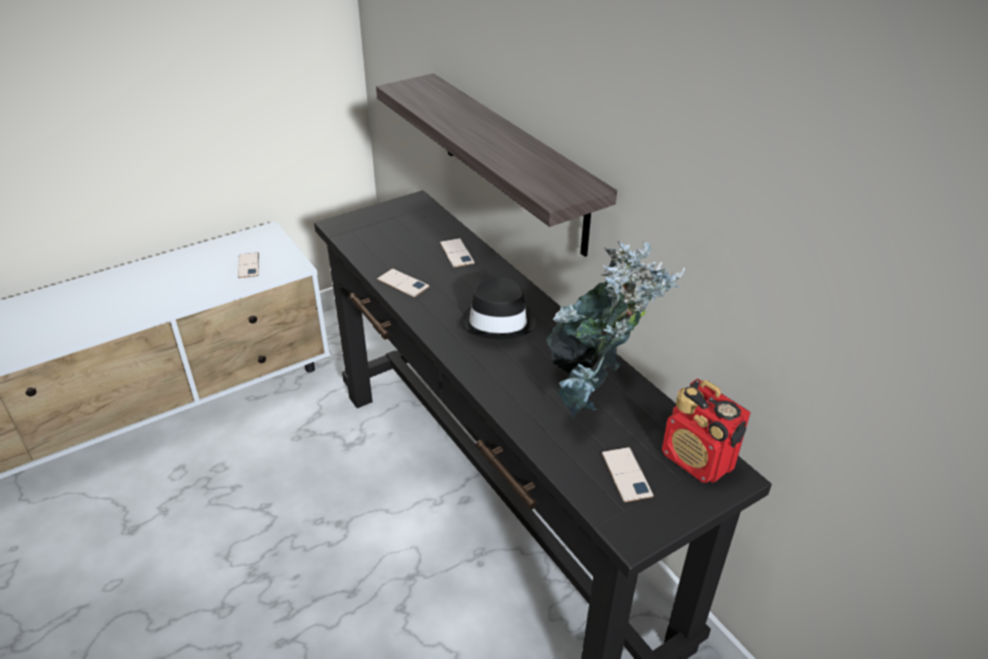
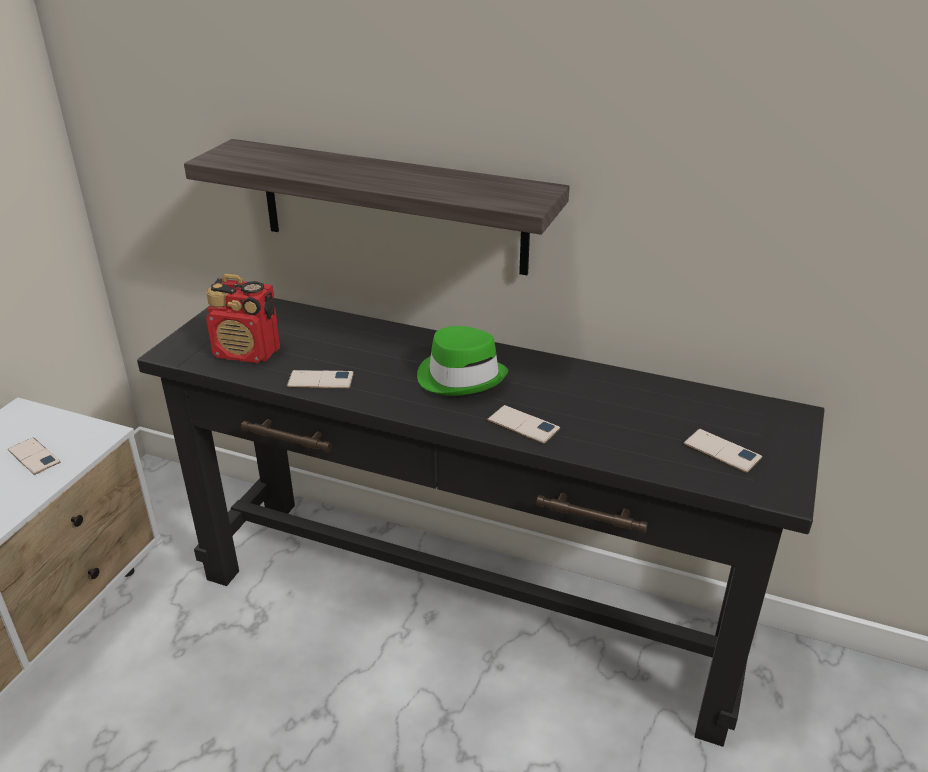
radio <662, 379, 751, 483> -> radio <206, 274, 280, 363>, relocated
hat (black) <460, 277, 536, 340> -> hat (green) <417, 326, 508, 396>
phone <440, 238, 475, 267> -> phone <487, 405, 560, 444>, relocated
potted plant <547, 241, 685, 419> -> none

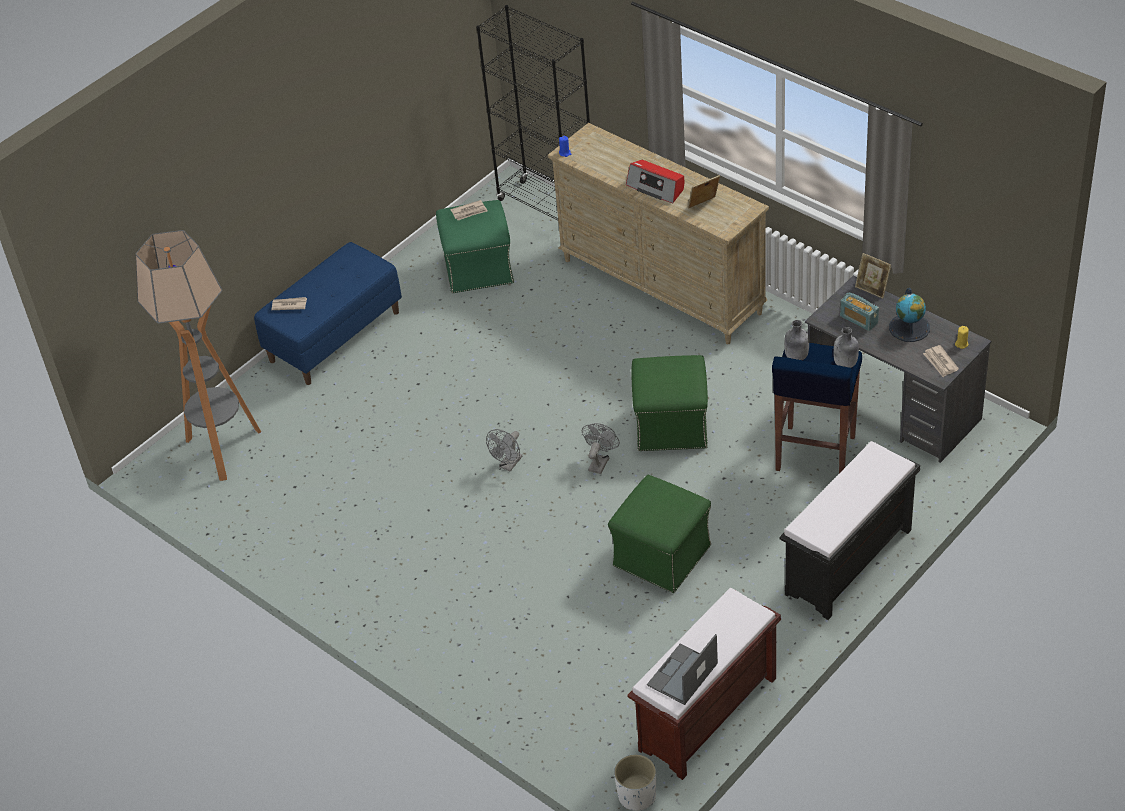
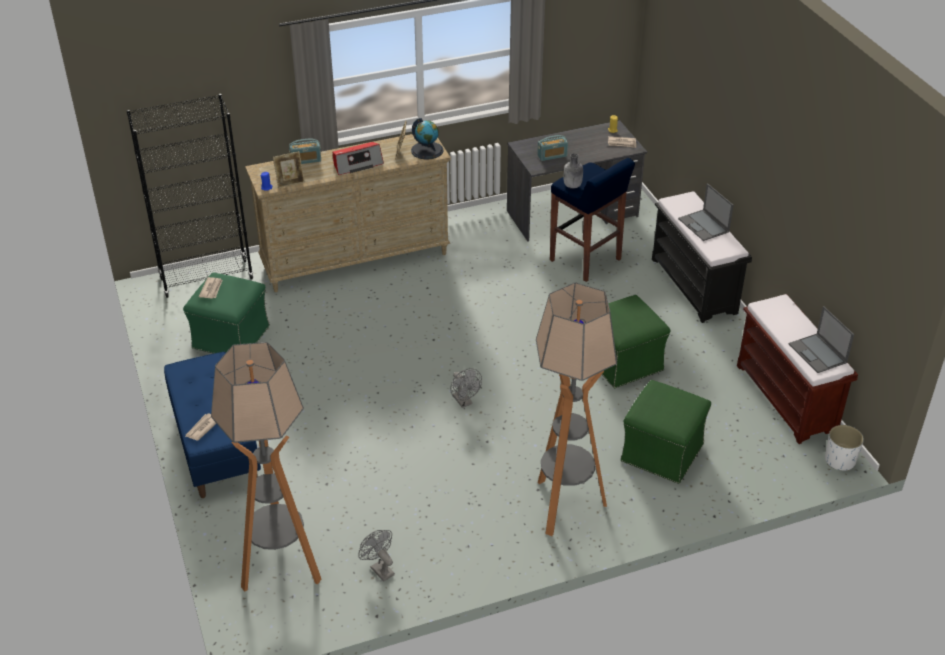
picture frame <855, 253, 891, 299> -> picture frame <273, 151, 305, 188>, relocated
none -> radio <289, 139, 321, 164>
fan (grey) <582, 423, 620, 474> -> fan (grey) <358, 530, 395, 582>, relocated
globe <889, 288, 930, 342> -> globe <411, 118, 444, 160>, relocated
none -> floor lamp <536, 283, 617, 536>
ottoman (green) <631, 355, 708, 451> -> ottoman (green) <621, 380, 711, 484>, relocated
none -> laptop <678, 183, 734, 241>
bottle (grey) <833, 327, 859, 368> -> none

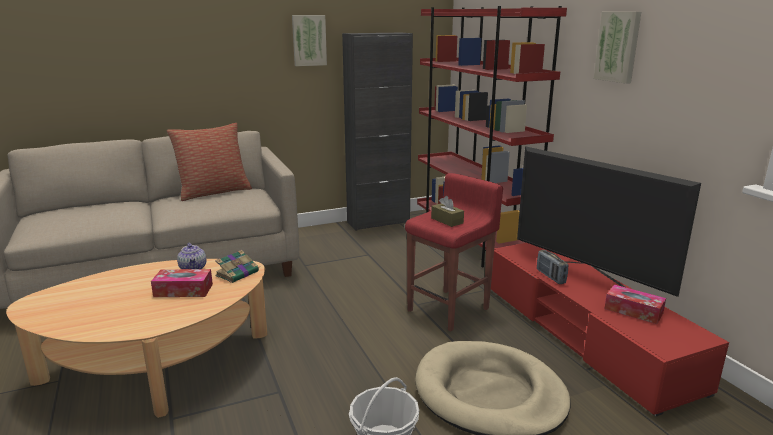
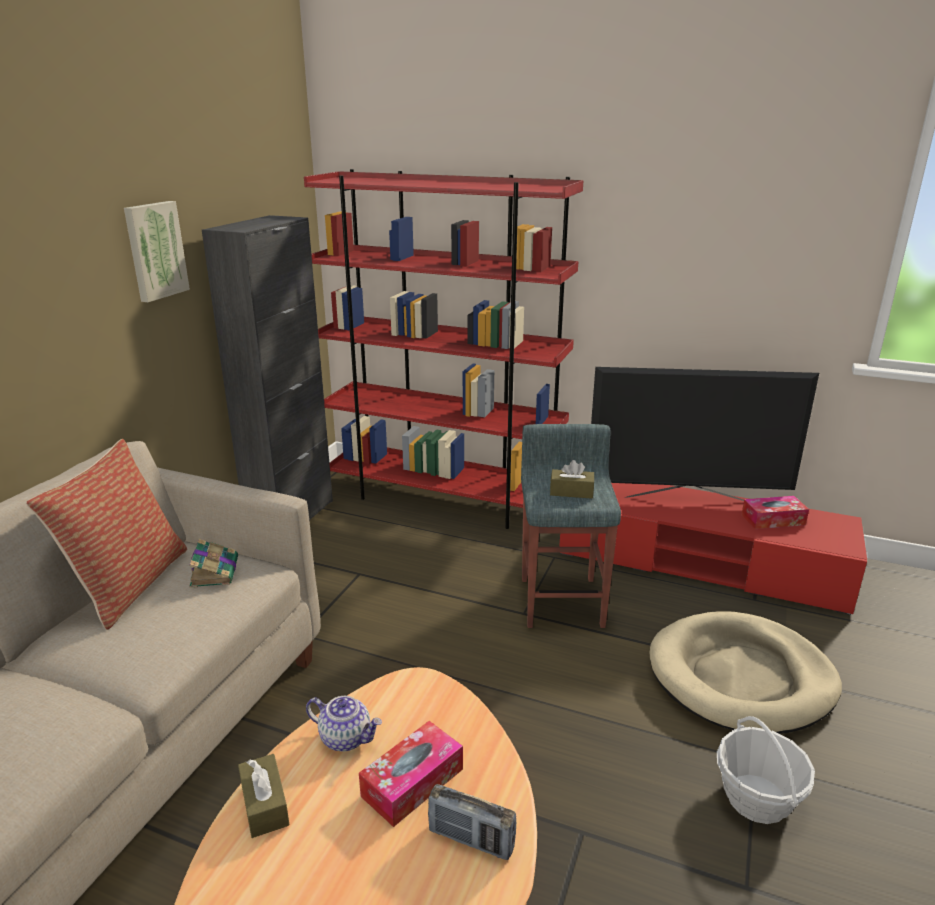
book <215, 250, 259, 283> -> book <189, 539, 238, 588>, relocated
none -> tissue box (brown) <238, 754, 289, 838>
radio <537, 250, 568, 284> -> radio <428, 784, 516, 860>, relocated
stool (red) <405, 173, 503, 331> -> stool (grey) <521, 424, 621, 628>
picture <594, 12, 641, 84> -> none

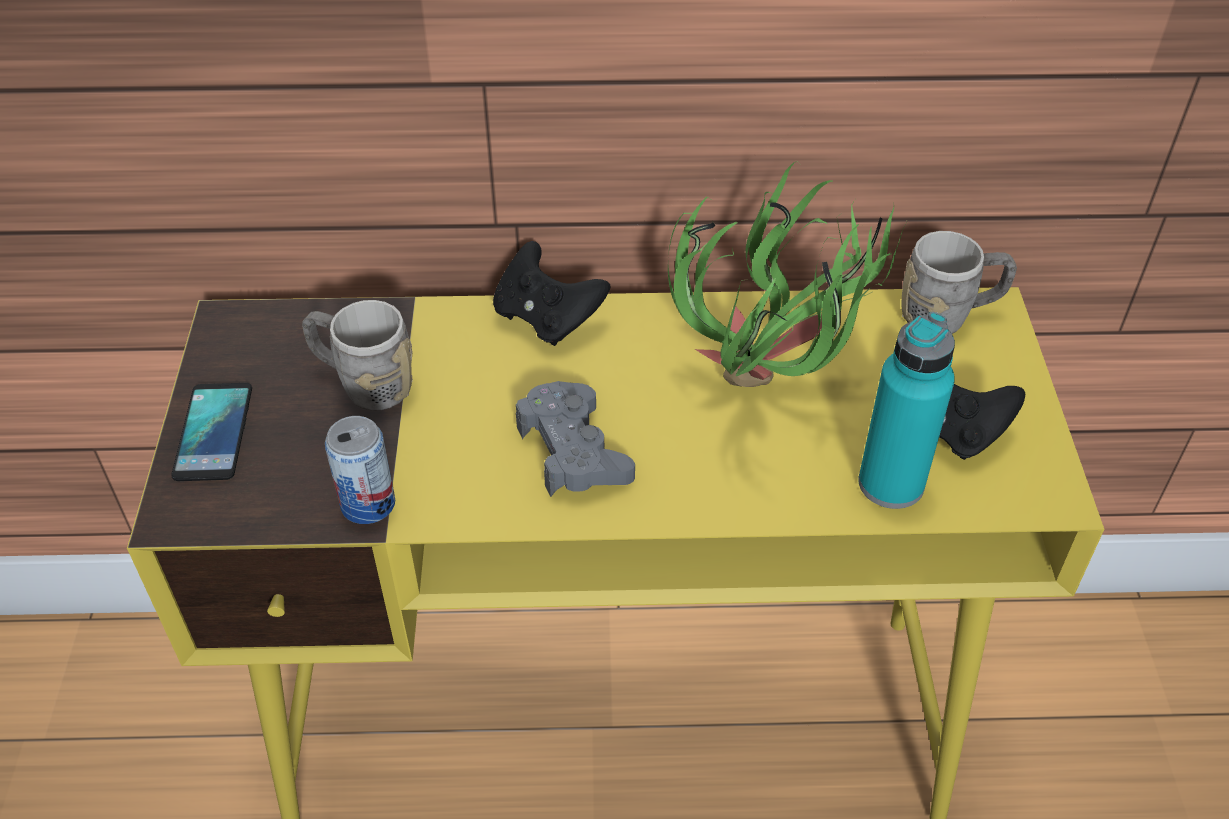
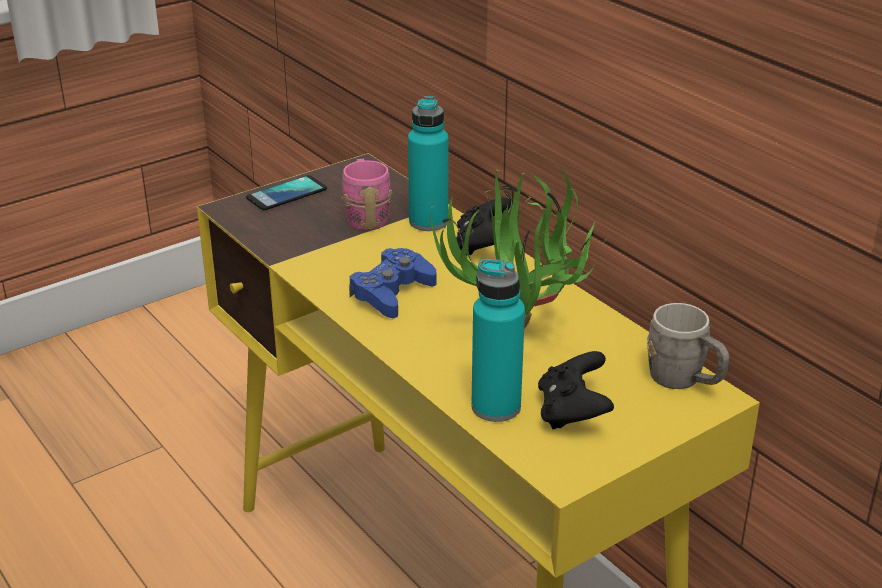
mug (grey) <302, 300, 413, 411> -> mug (pink) <342, 159, 392, 231>
game controller (grey) <516, 381, 635, 497> -> game controller (blue) <349, 248, 436, 318>
none -> bottle (turquoise) <408, 96, 449, 231>
can <325, 416, 395, 524> -> none

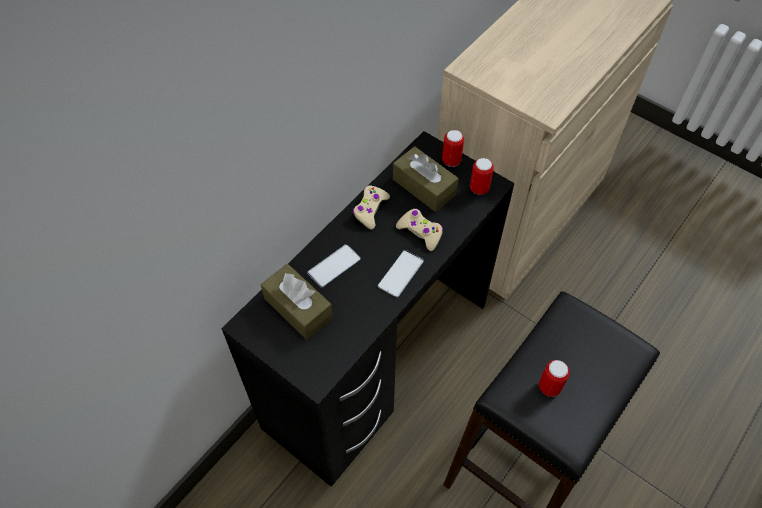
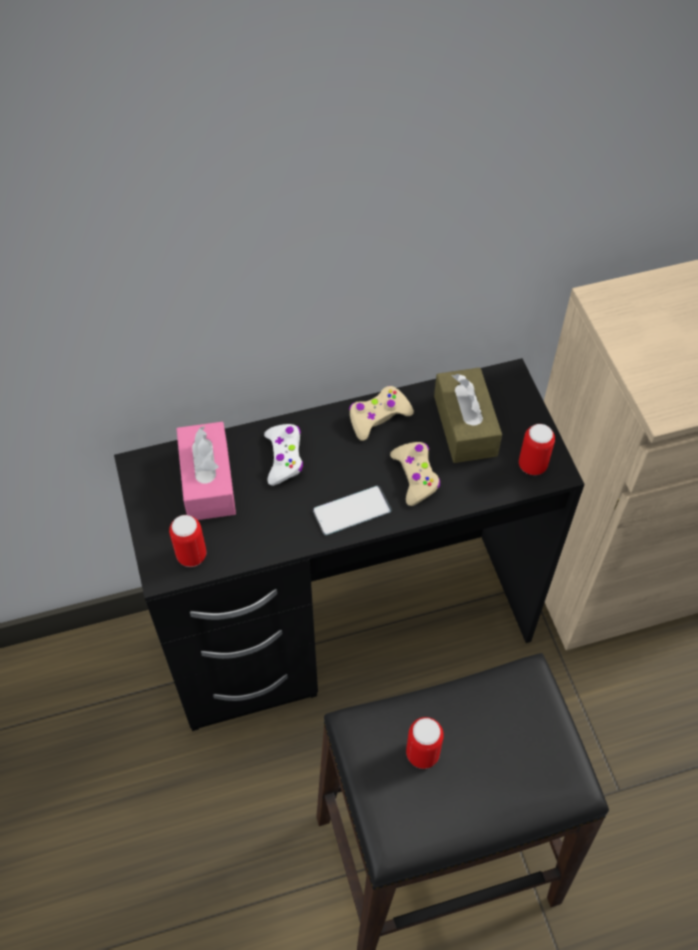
can <442, 130, 464, 167> -> can <169, 515, 206, 567>, relocated
tissue box (brown) <261, 264, 333, 340> -> tissue box (pink) <176, 422, 236, 520>
phone <307, 244, 361, 288> -> game controller (white) <264, 424, 303, 486>

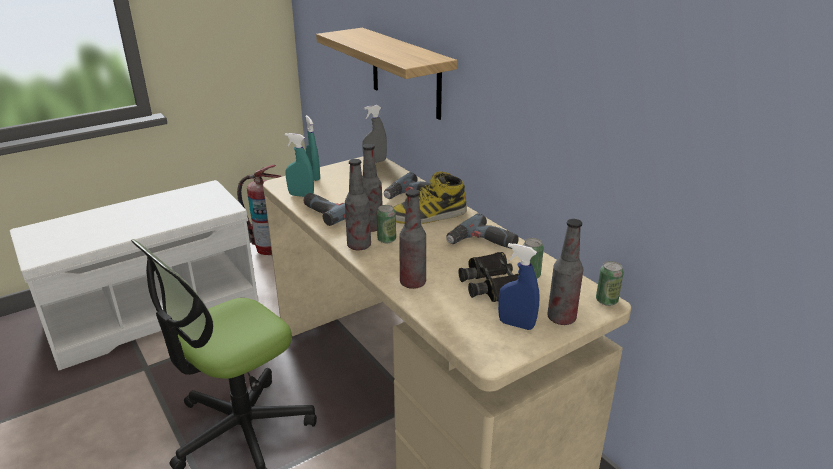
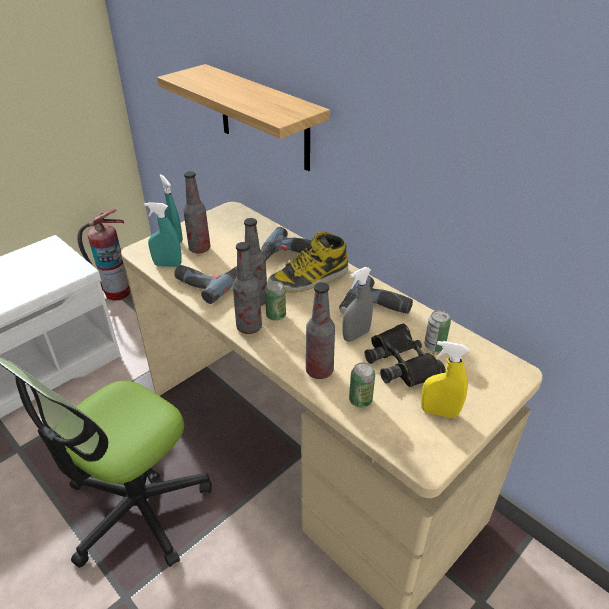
bottle <547, 219, 583, 325> -> bottle <183, 171, 210, 254>, relocated
spray bottle (grey) <362, 105, 387, 163> -> spray bottle (grey) <343, 267, 373, 342>, relocated
can <596, 261, 624, 306> -> can <349, 362, 375, 408>, relocated
spray bottle (blue) <498, 243, 540, 330> -> spray bottle (yellow) <421, 341, 469, 418>

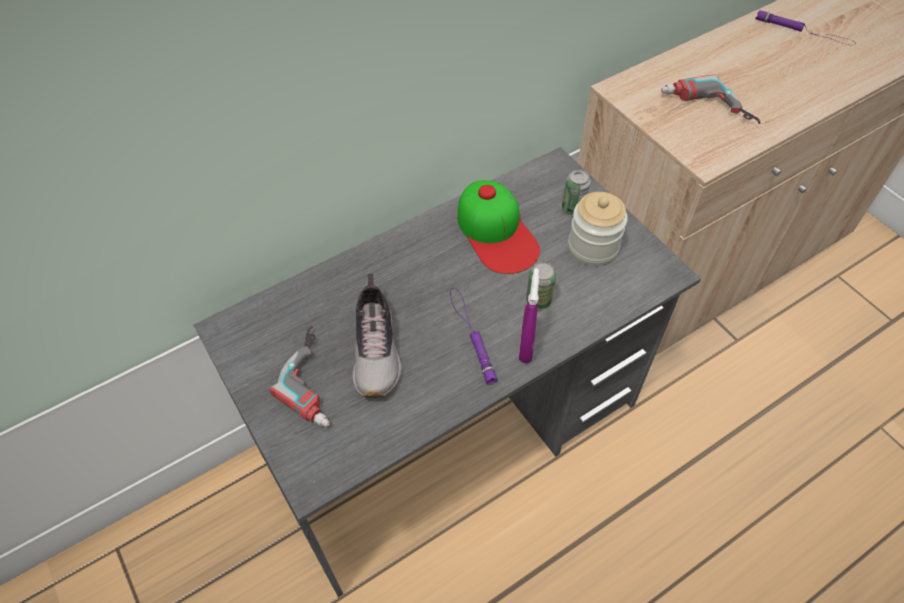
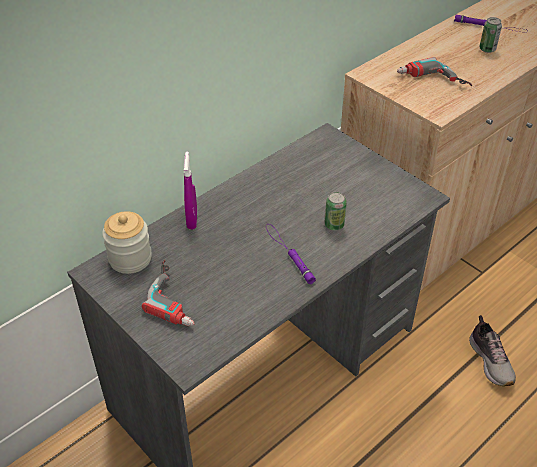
jar <568, 192, 628, 266> -> jar <102, 211, 152, 274>, relocated
spray bottle (purple) <519, 268, 539, 363> -> spray bottle (purple) <184, 152, 197, 229>, relocated
shoe <352, 274, 402, 397> -> shoe <469, 315, 516, 386>, relocated
can <562, 169, 591, 215> -> can <479, 17, 502, 53>, relocated
cap <457, 180, 540, 274> -> none

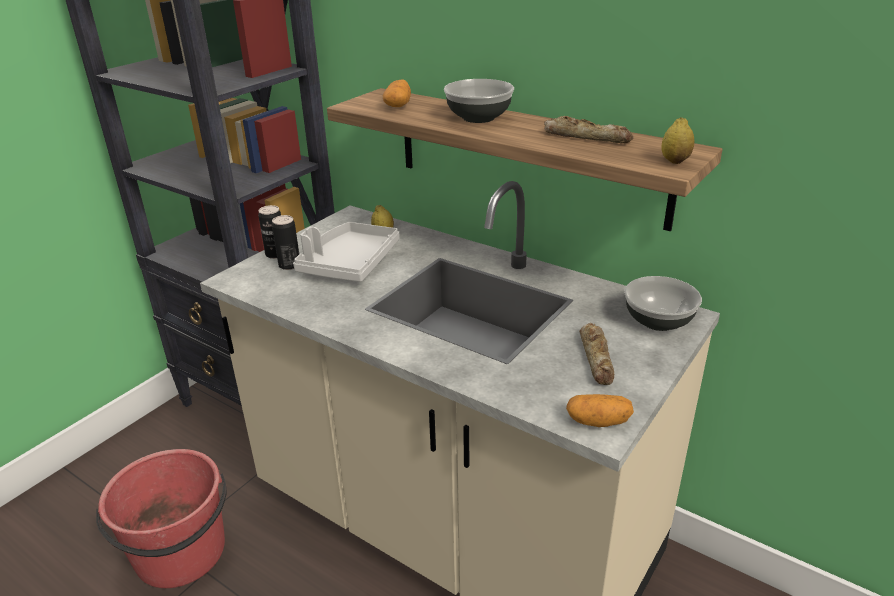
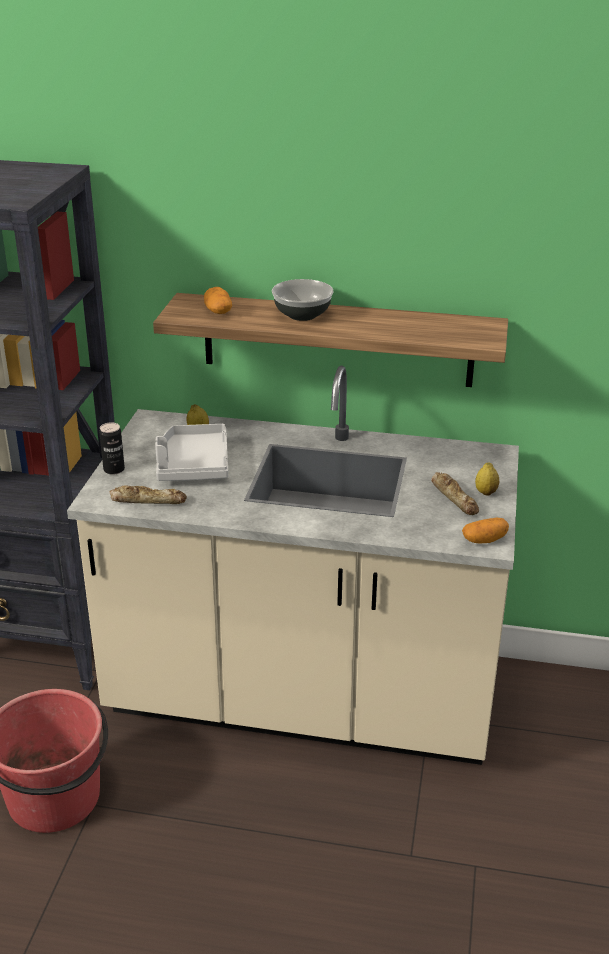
bread <544, 116, 634, 143> -> bread <110, 485, 187, 504>, relocated
lemon <661, 117, 694, 164> -> lemon <475, 462, 499, 496>, relocated
can <272, 215, 299, 270> -> none
bowl <624, 276, 702, 331> -> none

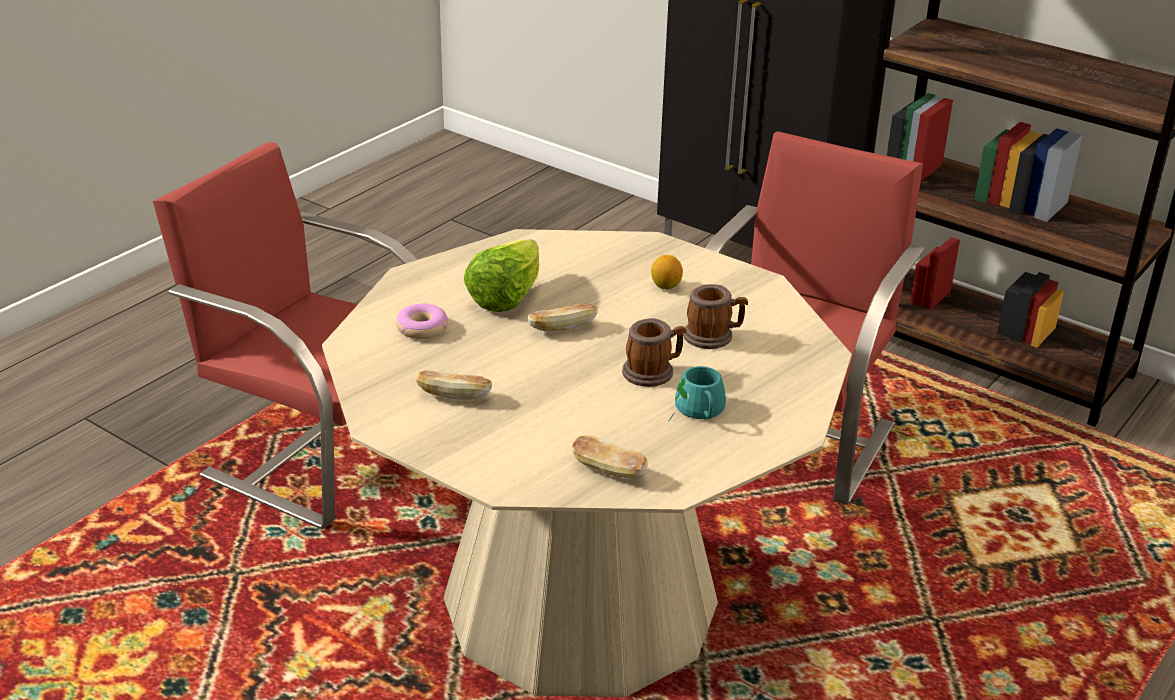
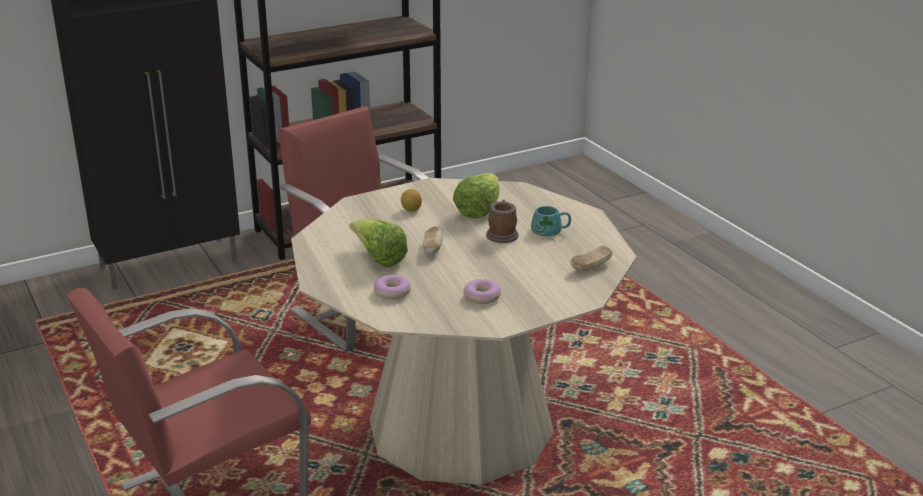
mug <683, 284, 748, 349> -> lettuce <453, 173, 499, 218>
bread <415, 371, 492, 400> -> donut <464, 279, 501, 304>

